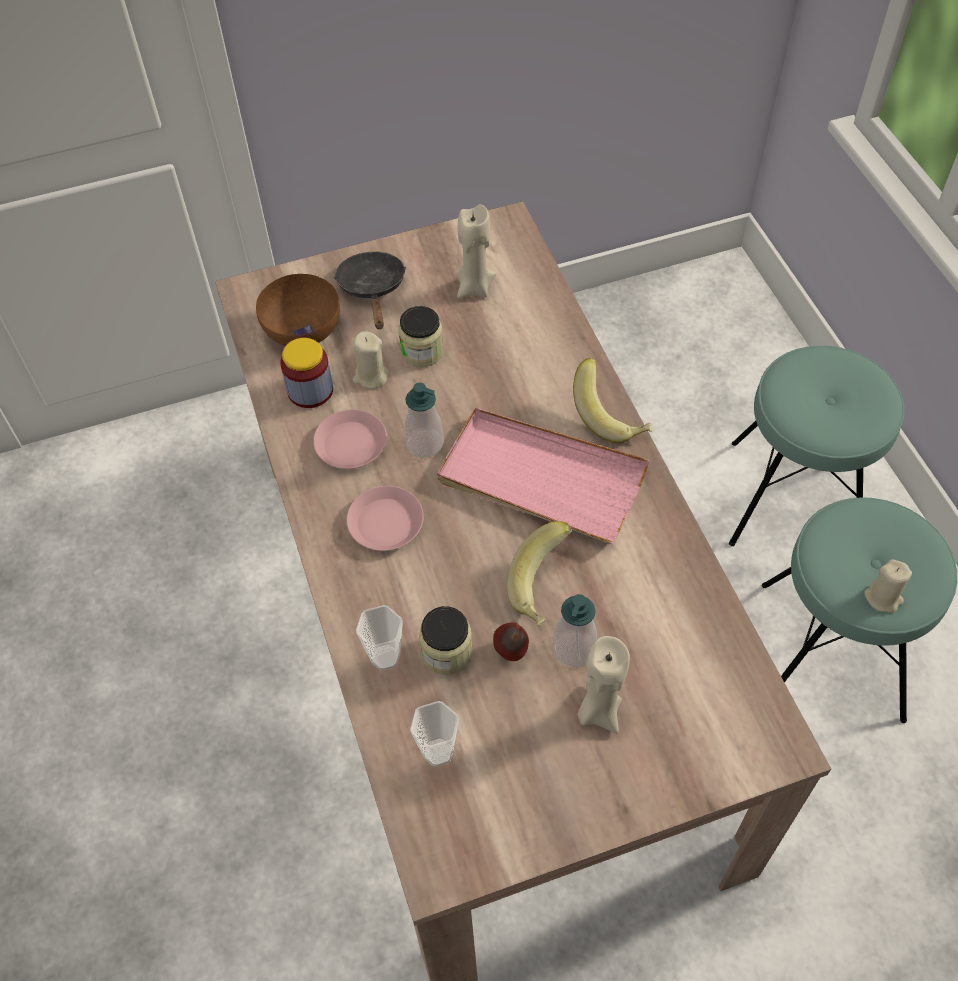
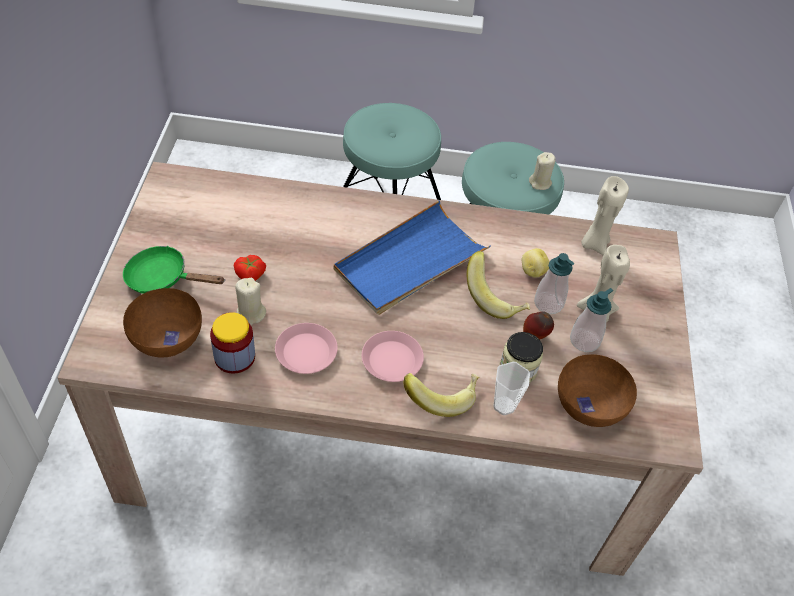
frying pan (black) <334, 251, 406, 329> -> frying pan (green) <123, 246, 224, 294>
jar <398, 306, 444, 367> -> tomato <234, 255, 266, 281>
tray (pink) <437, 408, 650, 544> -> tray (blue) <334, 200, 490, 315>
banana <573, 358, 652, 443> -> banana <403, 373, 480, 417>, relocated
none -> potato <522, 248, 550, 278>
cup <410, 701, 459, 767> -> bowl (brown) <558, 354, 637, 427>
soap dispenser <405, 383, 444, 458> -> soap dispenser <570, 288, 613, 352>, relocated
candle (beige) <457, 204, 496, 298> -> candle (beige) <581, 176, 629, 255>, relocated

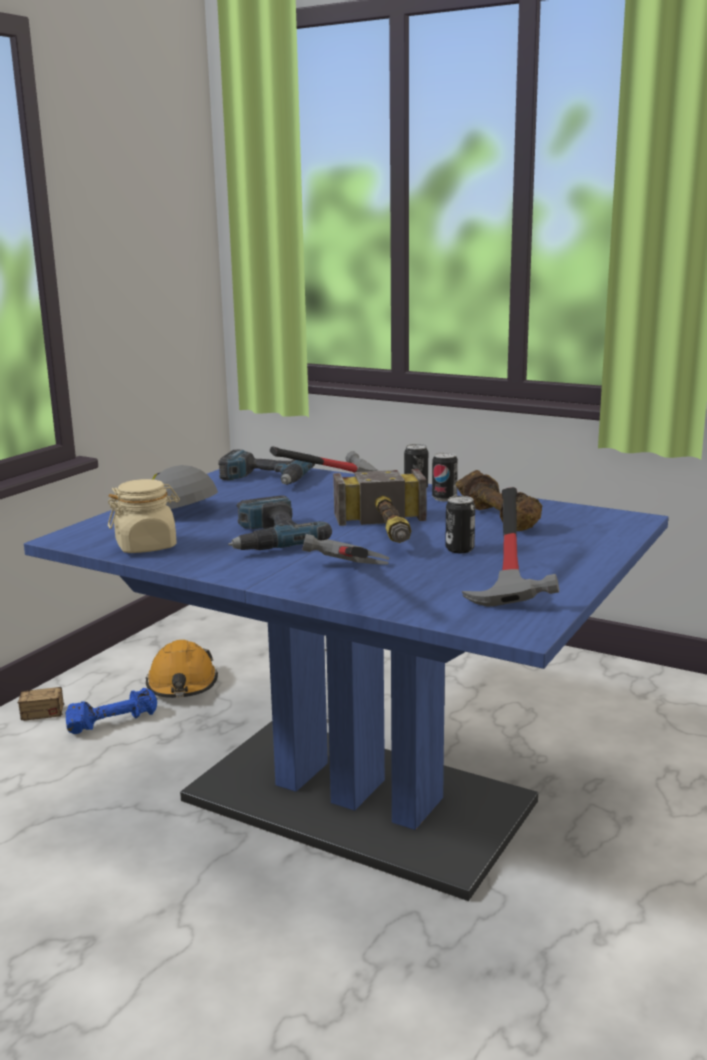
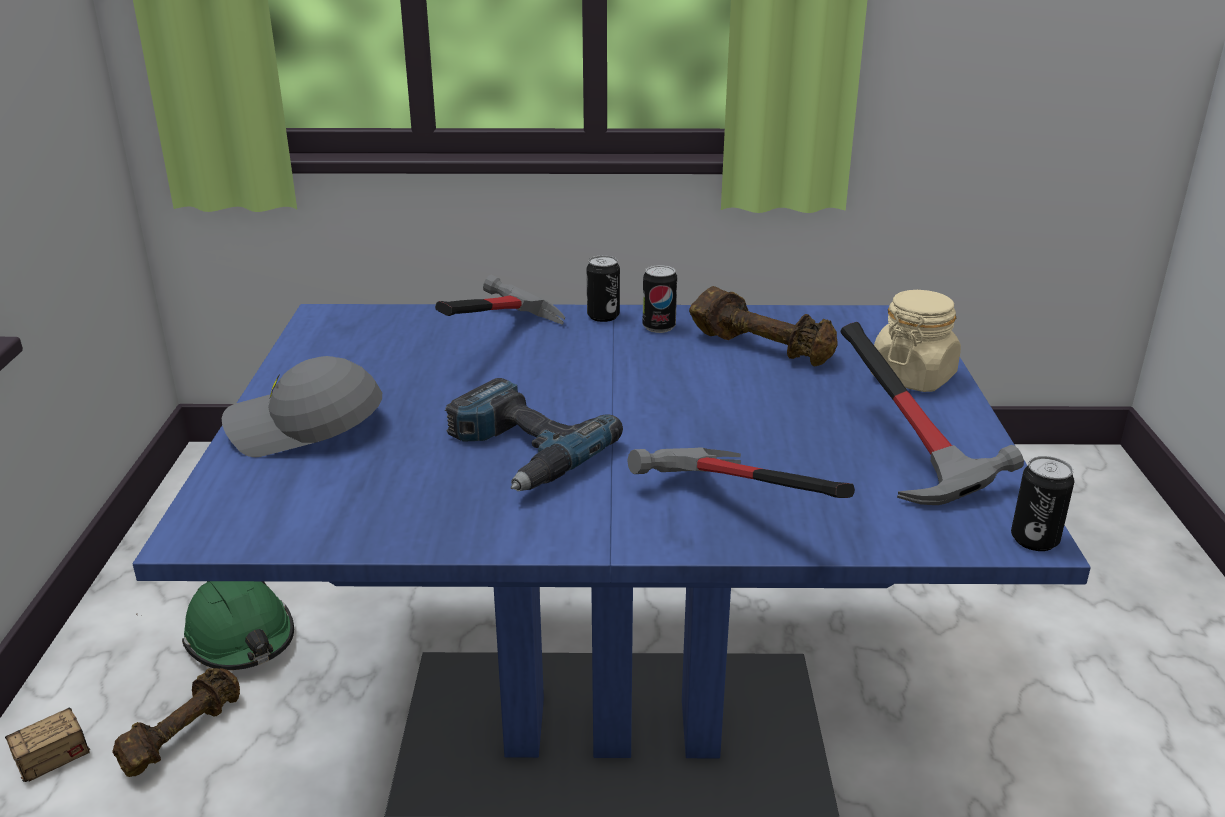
dumbbell (blue) <65, 688, 157, 734> -> dumbbell (brown) <112, 668, 240, 777>
hard hat (orange) <146, 640, 218, 698> -> hard hat (green) <182, 581, 294, 670>
jar (beige) <108, 479, 180, 553> -> jar (beige) <870, 290, 961, 392>, relocated
can <445, 496, 475, 553> -> can <1011, 456, 1075, 551>, relocated
power drill <218, 450, 315, 485> -> none
hammer <333, 469, 427, 543> -> none

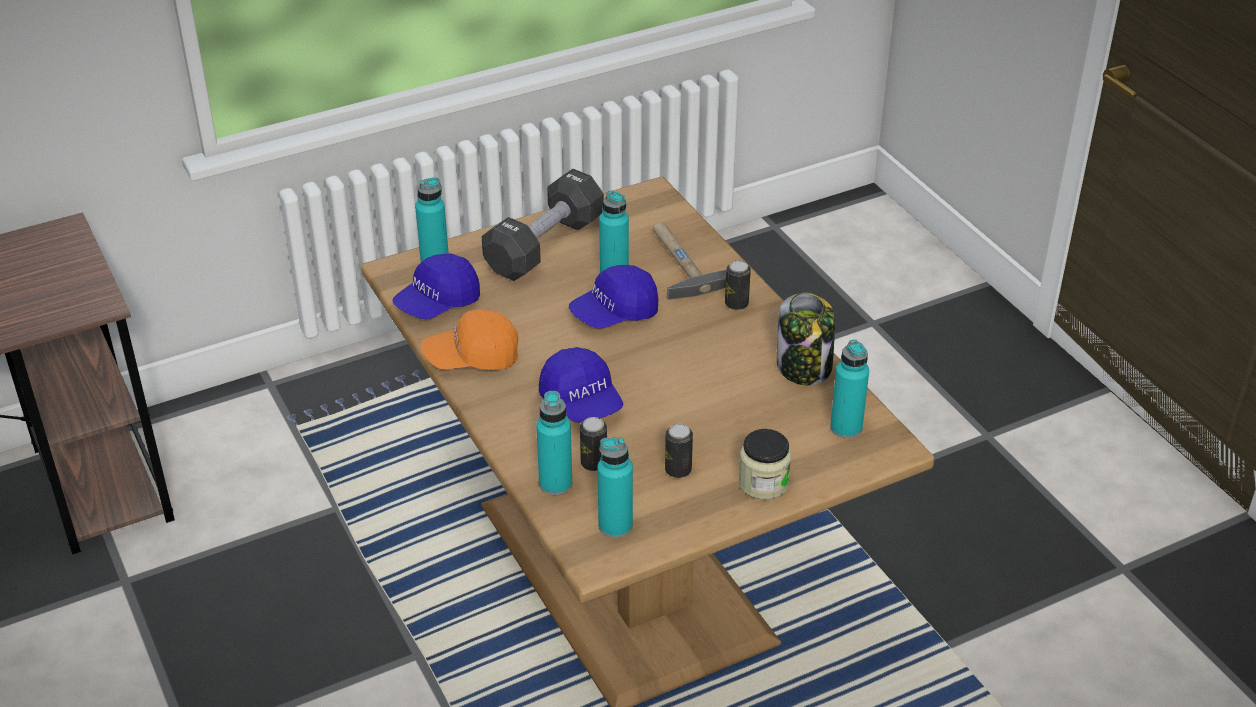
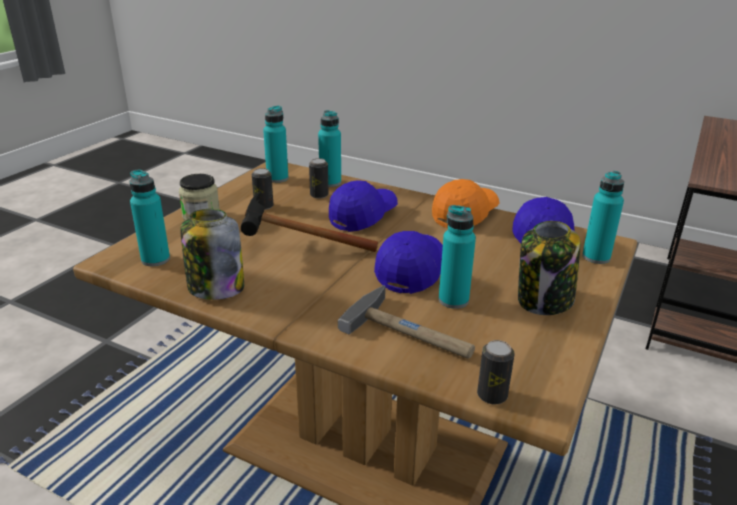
none -> hammer <241, 191, 378, 252>
cap (blue) <539, 347, 623, 423> -> cap (blue) <329, 180, 398, 232>, 105 degrees clockwise
can <725, 260, 751, 310> -> can <477, 340, 515, 404>, relocated
dumbbell (black) <482, 169, 604, 281> -> jar <518, 221, 580, 315>

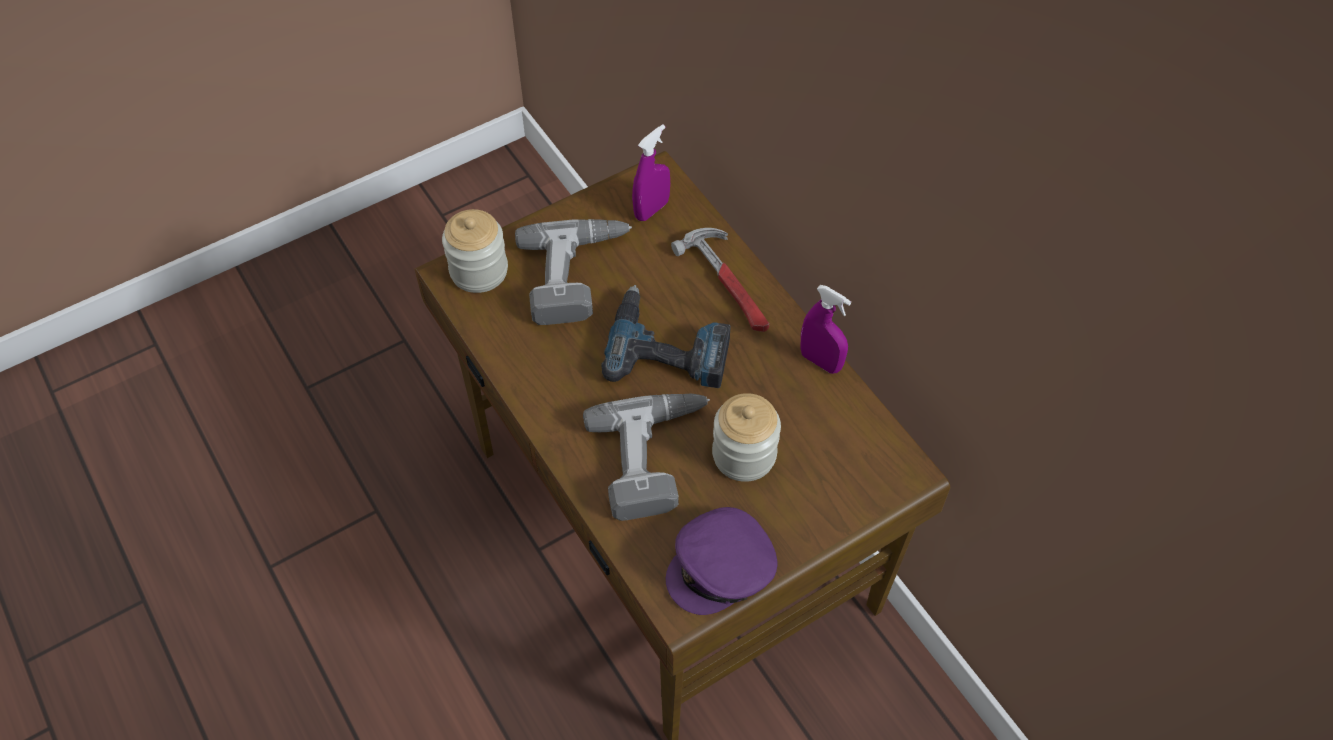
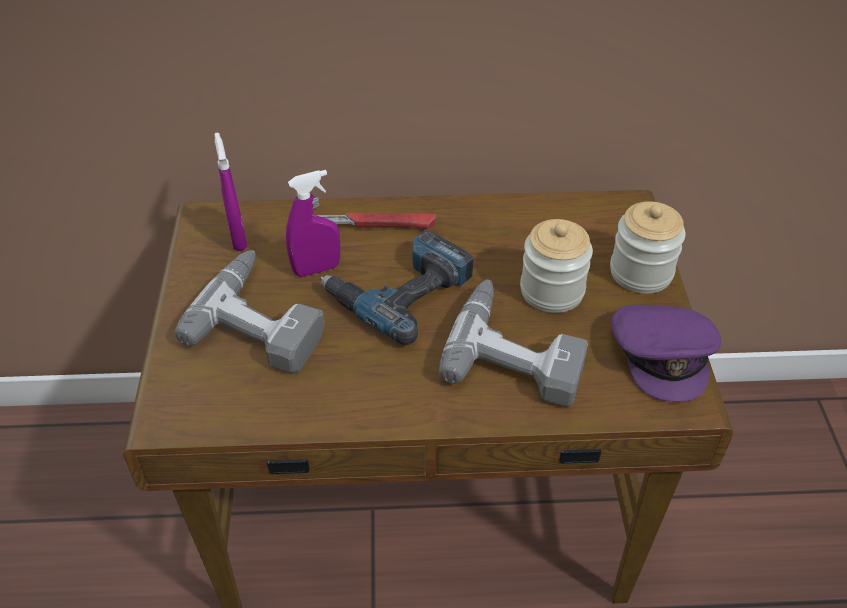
spray bottle (purple) <801, 285, 851, 374> -> spray bottle (purple) <286, 170, 340, 277>, relocated
jar <442, 209, 508, 293> -> jar <610, 201, 686, 294>, relocated

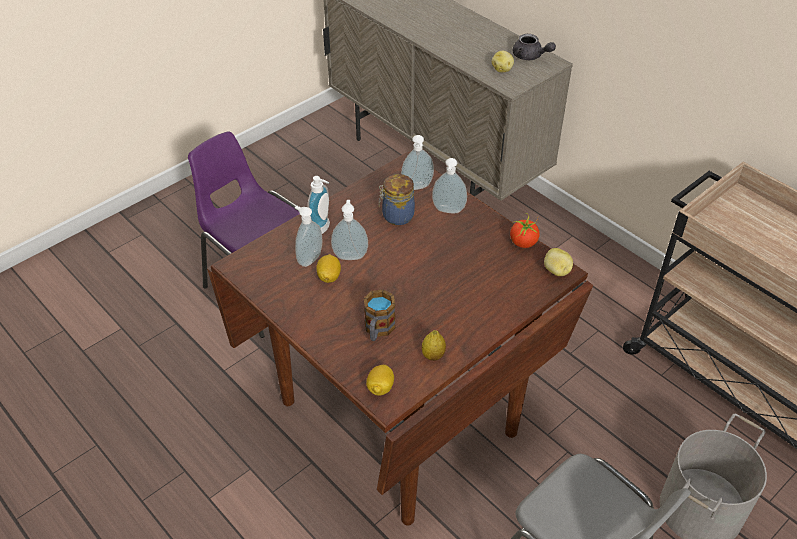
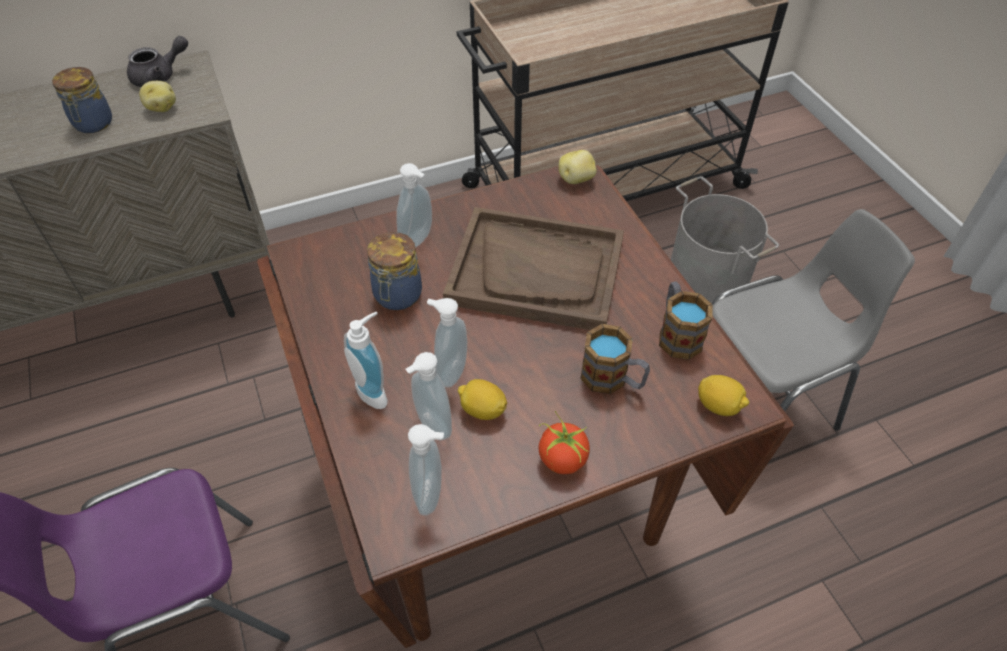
none -> jar <52, 67, 112, 133>
soap dispenser <401, 135, 434, 190> -> soap dispenser <408, 424, 444, 516>, relocated
none -> tray (brown) <443, 207, 624, 330>
tomato <510, 213, 540, 248> -> tomato <539, 411, 590, 474>, relocated
lemon <422, 330, 446, 361> -> mug <659, 281, 713, 360>

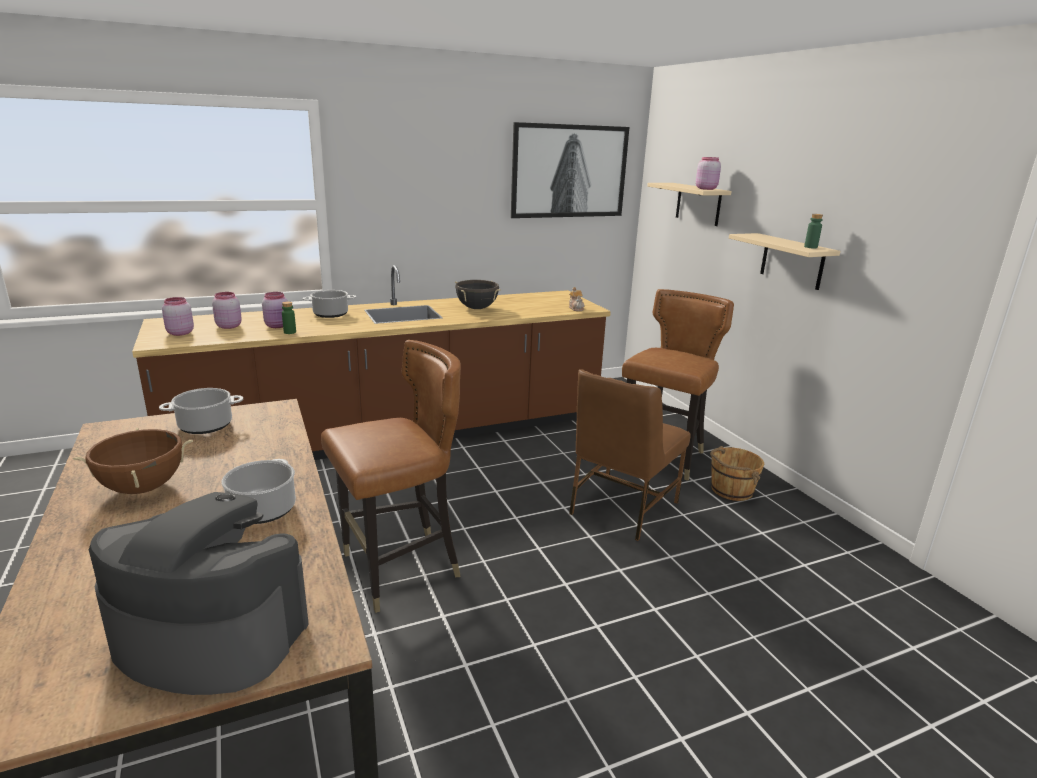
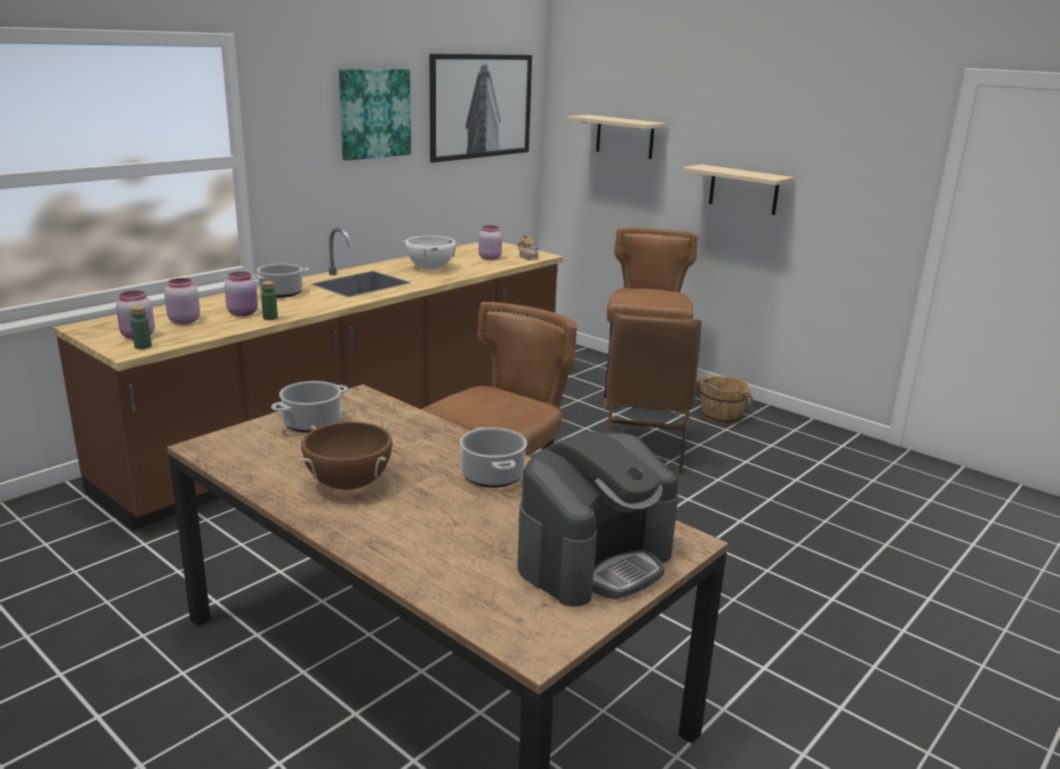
bottle (green) <804, 214, 823, 248> -> bottle (green) <131, 306, 152, 349>, relocated
none -> picture <339, 69, 411, 161>
cooking pot (black) <455, 280, 500, 309> -> cooking pot (white) <400, 236, 461, 269>
jar (pink) <696, 157, 721, 190> -> jar (pink) <478, 225, 502, 260>, relocated
coffee machine <89, 492, 308, 695> -> coffee machine <517, 431, 678, 607>, 150 degrees clockwise

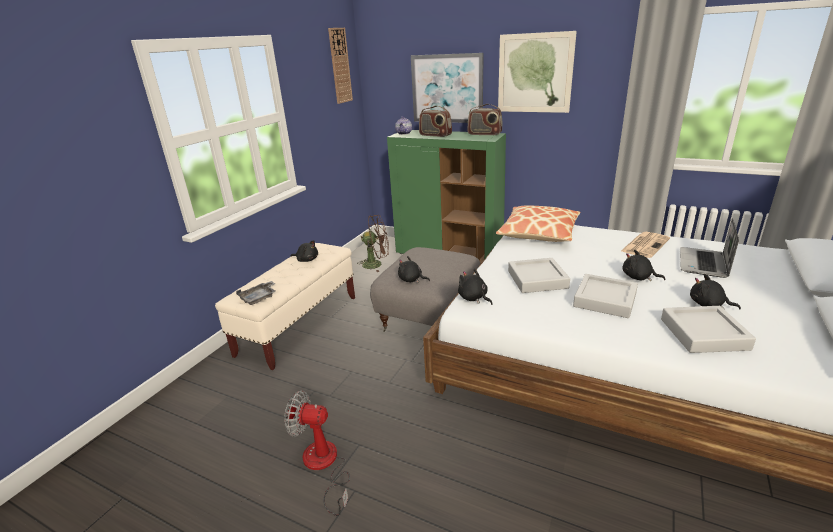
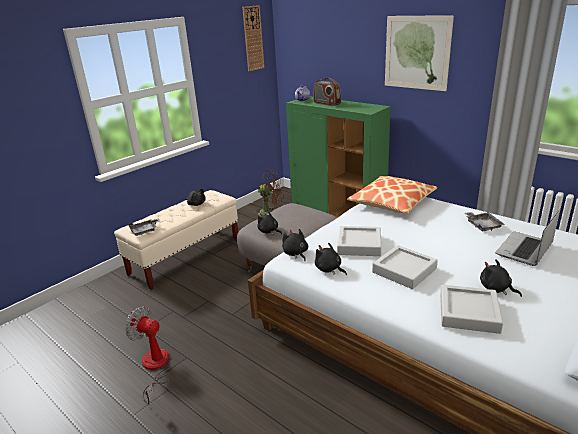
plush toy (black) <623, 250, 665, 281> -> plush toy (black) <315, 243, 347, 276>, relocated
newspaper <621, 232, 670, 258> -> tray (grey) <464, 212, 505, 231>
picture <411, 53, 484, 123> -> none
radio <468, 104, 503, 135> -> none

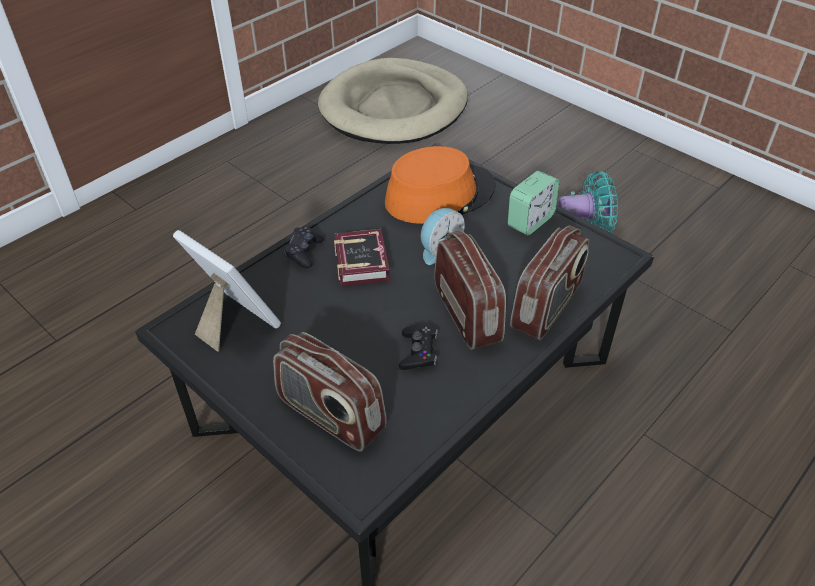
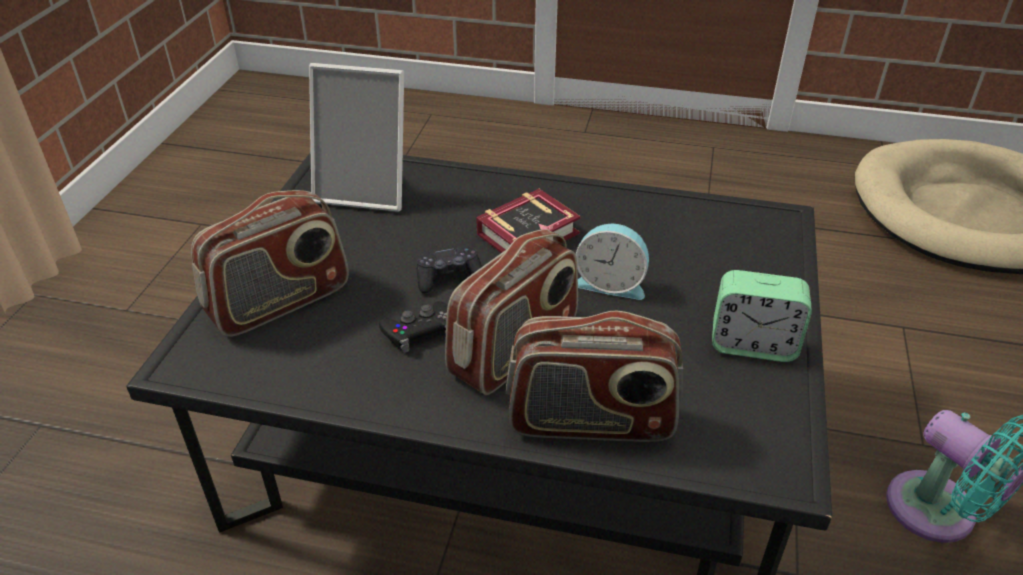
radio <273, 332, 386, 452> -> radio <191, 190, 349, 337>, 135 degrees counterclockwise
picture frame <173, 230, 281, 352> -> picture frame <309, 63, 404, 212>, 90 degrees clockwise
game controller (black) <284, 226, 324, 268> -> game controller (black) <417, 244, 482, 294>, relocated
hat (orange) <385, 146, 496, 224> -> none

